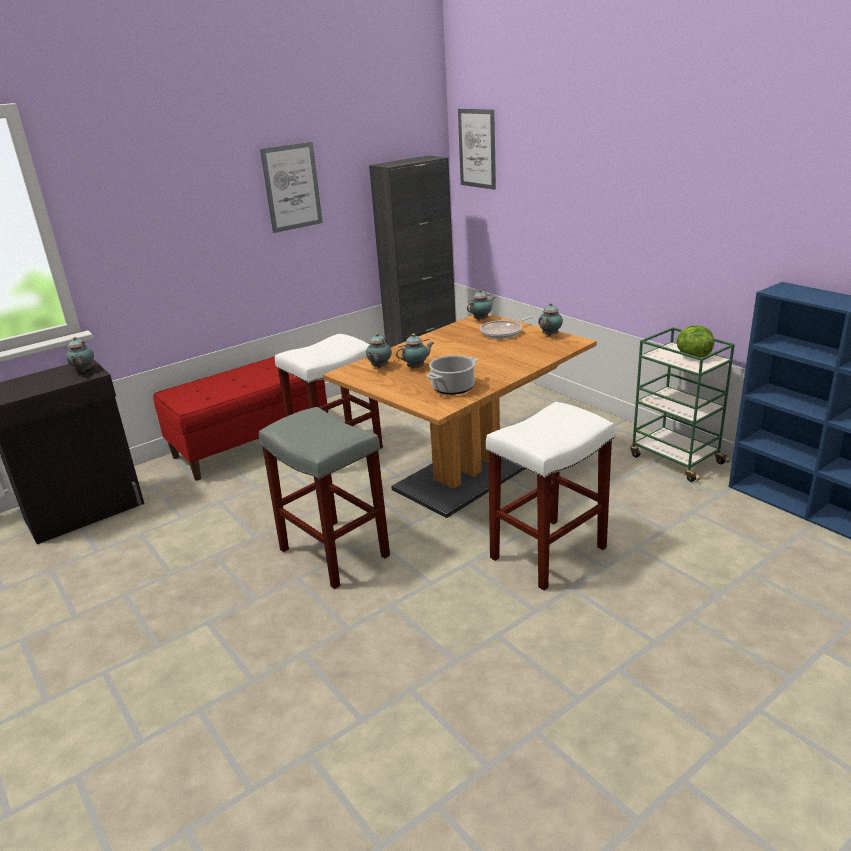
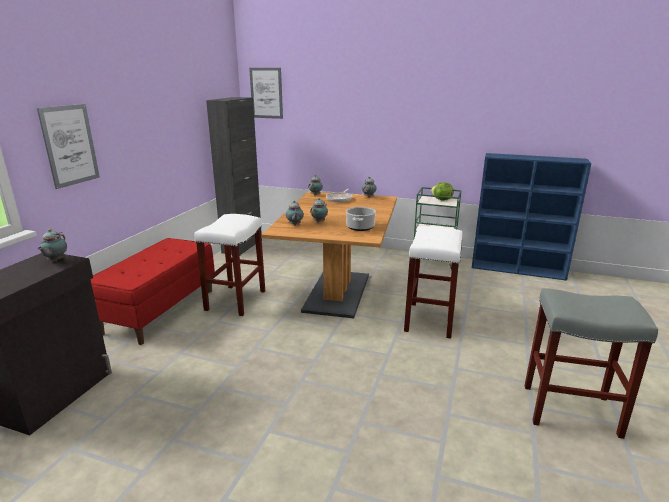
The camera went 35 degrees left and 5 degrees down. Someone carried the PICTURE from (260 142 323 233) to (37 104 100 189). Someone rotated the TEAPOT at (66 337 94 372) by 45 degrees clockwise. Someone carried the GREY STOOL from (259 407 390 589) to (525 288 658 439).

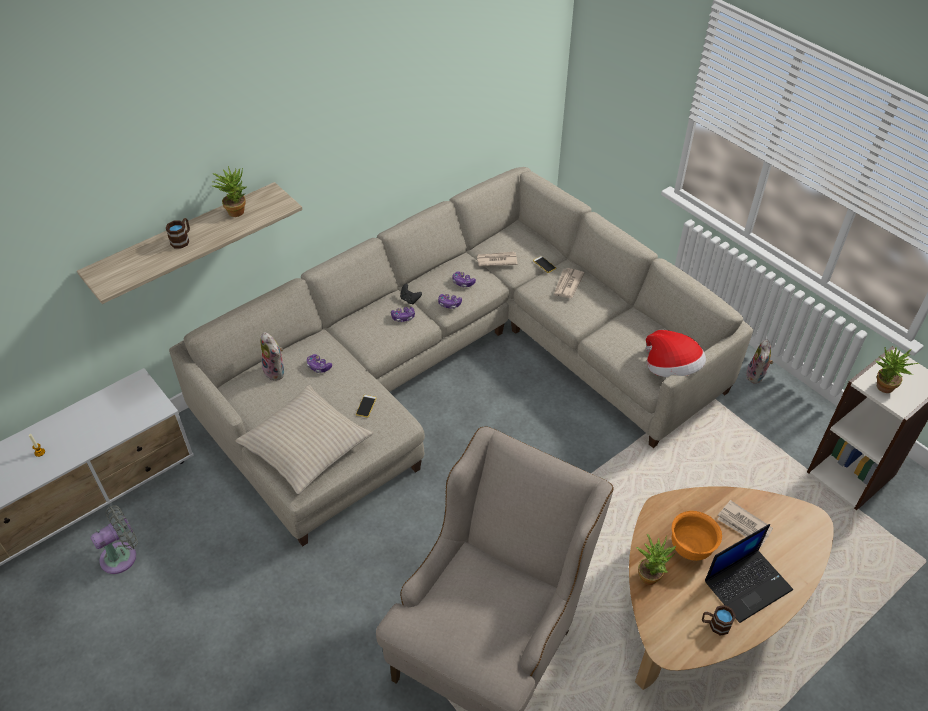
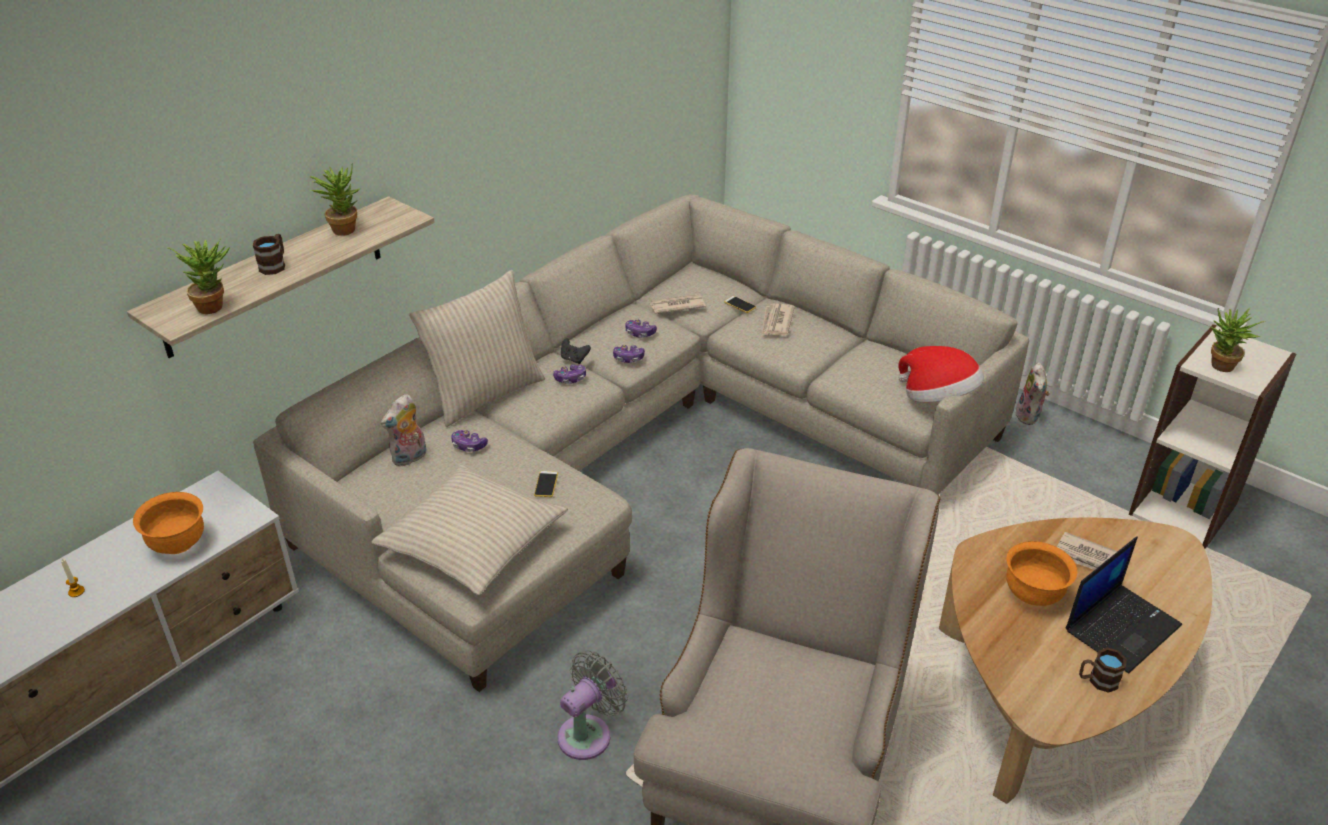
The camera went 10 degrees left and 10 degrees down. Someone rotated the PLUSH TOY at (260 332 284 381) by 90 degrees clockwise. Someone carried the GREY FAN from (90 505 138 574) to (558 651 628 760). Someone carried the POTTED PLANT from (636 534 676 585) to (167 238 230 314). Someone put down the BEIGE PILLOW at (409 270 545 427). Someone put down the ORANGE BOWL at (133 492 204 554).

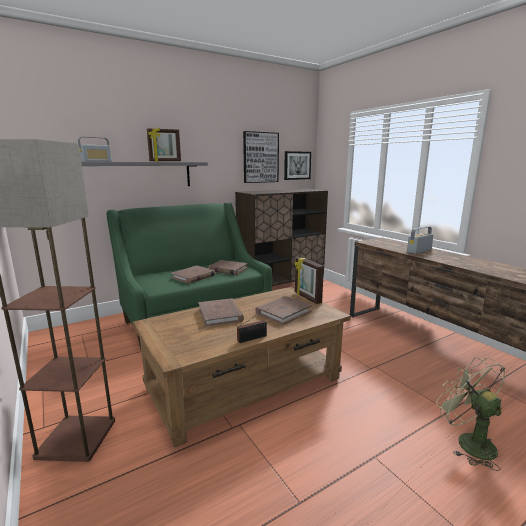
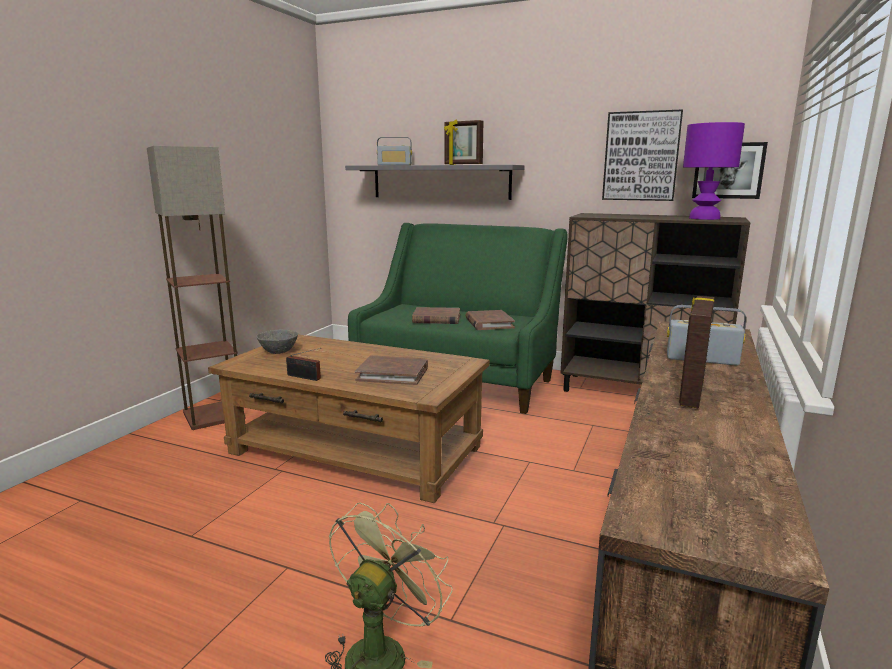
The camera went 55 degrees right and 0 degrees up. Someone carried the PICTURE FRAME from (295 257 324 304) to (679 296 715 408). Someone took away the BROWN BOOK at (198 298 244 327). Someone put down the PURPLE TABLE LAMP at (683 122 745 220). Someone put down the GREY BOWL at (256 329 298 354).

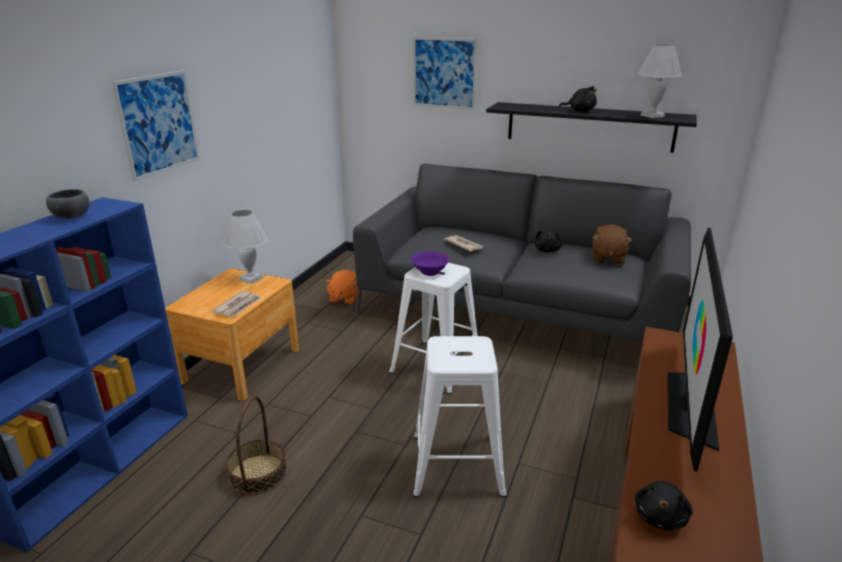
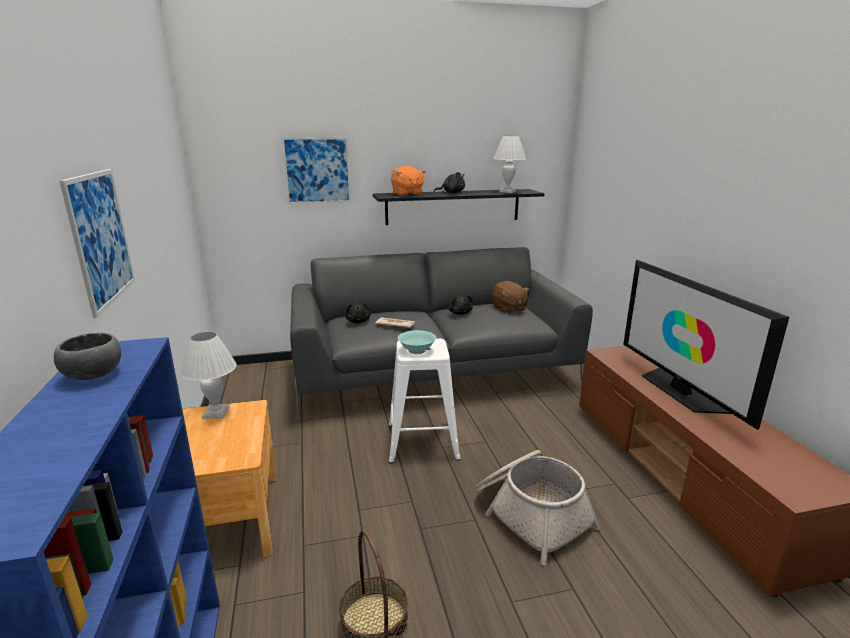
The camera went 35 degrees left and 5 degrees down. Someone repainted the PURPLE BOWL at (410 251 450 276), which became the TURQUOISE BOWL at (398 330 436 354). Someone carried the ORANGE PLUSH TOY from (324 270 358 305) to (391 166 426 196). Someone took away the NEWSPAPER at (211 291 261 317). Someone swapped the WHITE STOOL at (413 336 507 498) for the BASKET at (476 450 600 565). Someone carried the BLACK PLUSH TOY from (635 481 693 530) to (345 303 371 323).

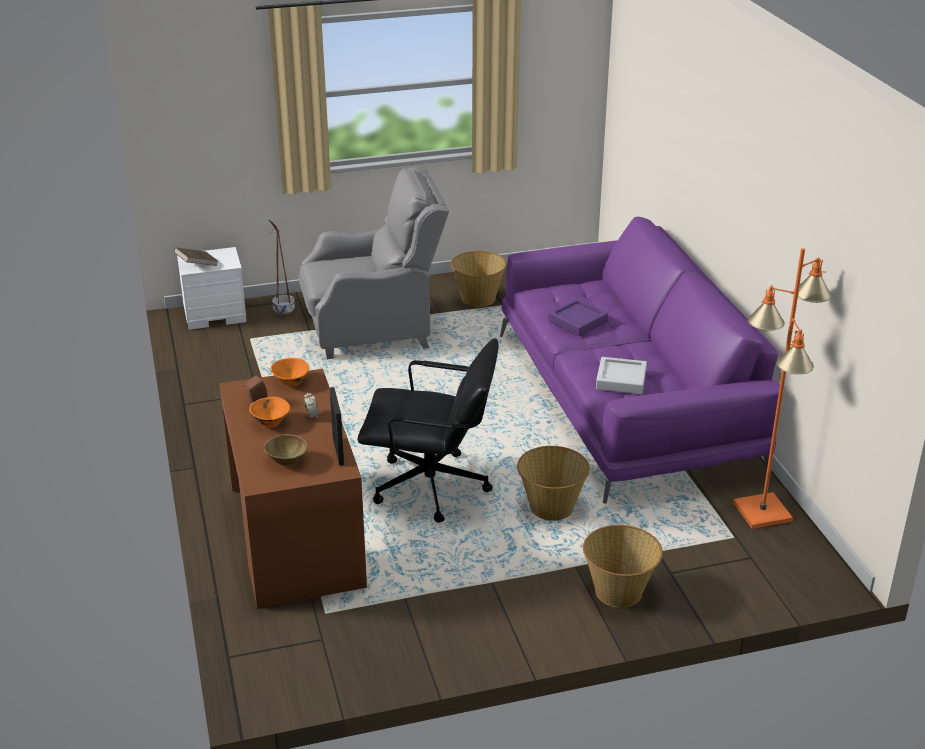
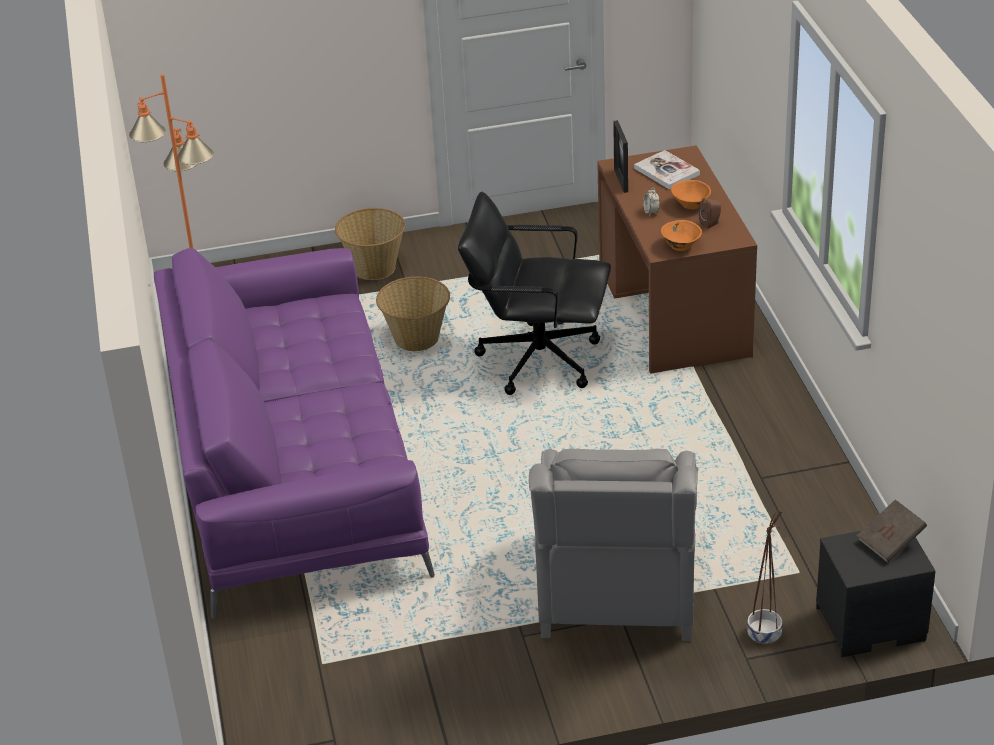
The camera went 175 degrees left and 5 degrees up. Someone rotated the GREY ARMCHAIR at (299 167 450 359) by 75 degrees counterclockwise. Someone repainted the WHITE NIGHTSTAND at (177 247 246 330), which became the BLACK NIGHTSTAND at (816 531 936 657). Someone took away the BASKET at (451 251 507 307). Someone took away the PURPLE TRAY at (548 298 608 336). Someone took away the GREY TRAY at (596 357 647 394). Someone swapped the BROWN BOWL at (264 434 308 466) for the BOOK at (634 150 700 189).

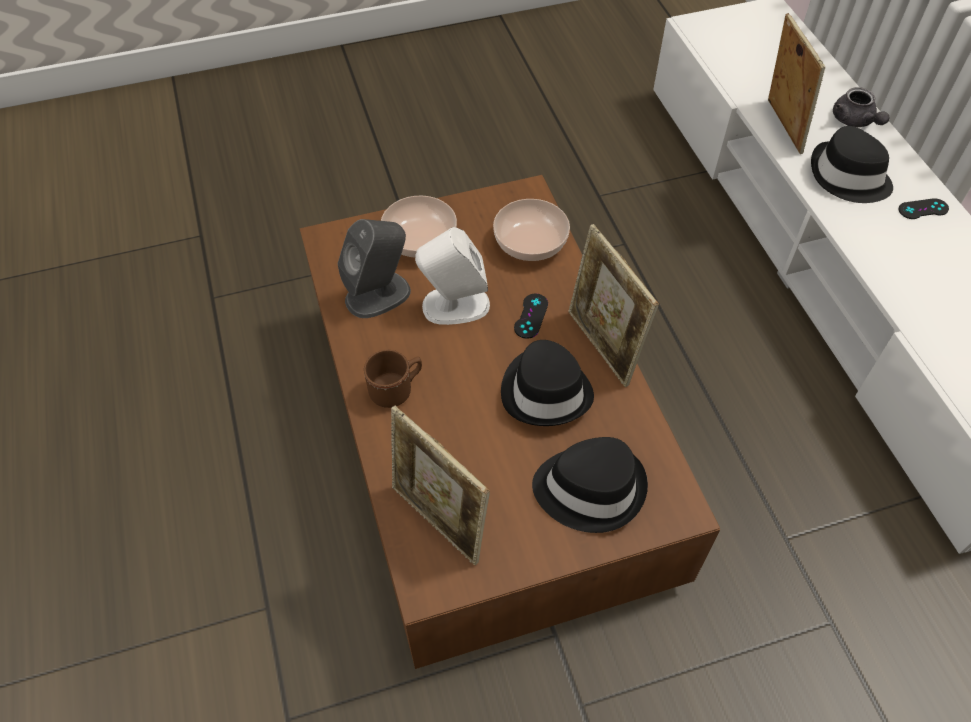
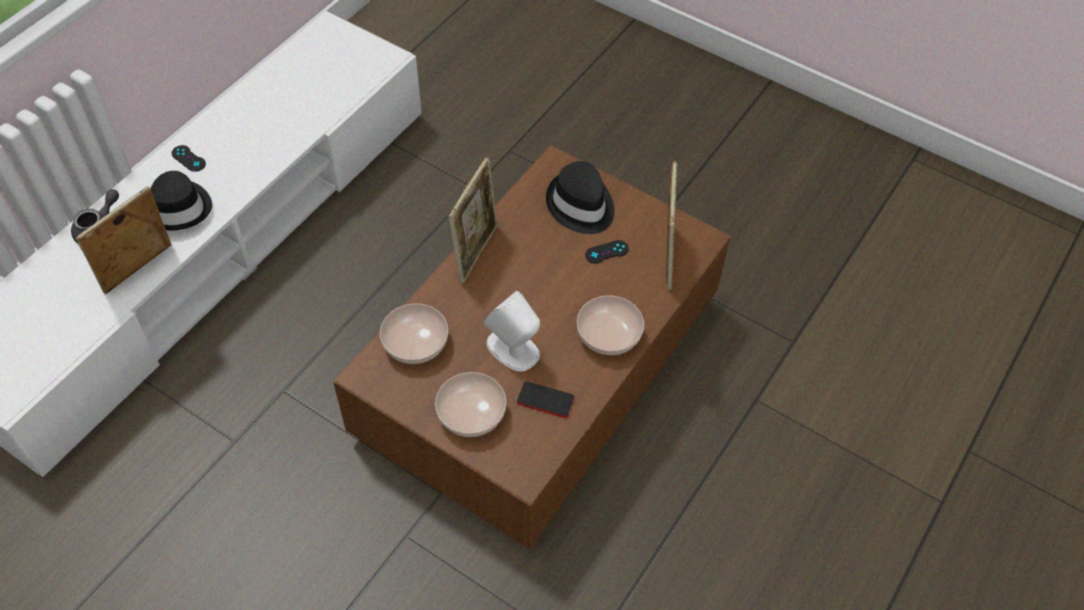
The camera went 130 degrees left and 0 degrees up. Someone swapped the GREY SPEAKER at (338 219 411 318) for the PHONE at (517 381 575 418). Someone carried the BLACK GAME CONTROLLER from (514 294 548 339) to (585 240 629 264). Someone took away the BLACK HAT at (501 340 594 426). Someone swapped the BROWN MUG at (364 350 422 408) for the BOWL at (577 296 644 355).

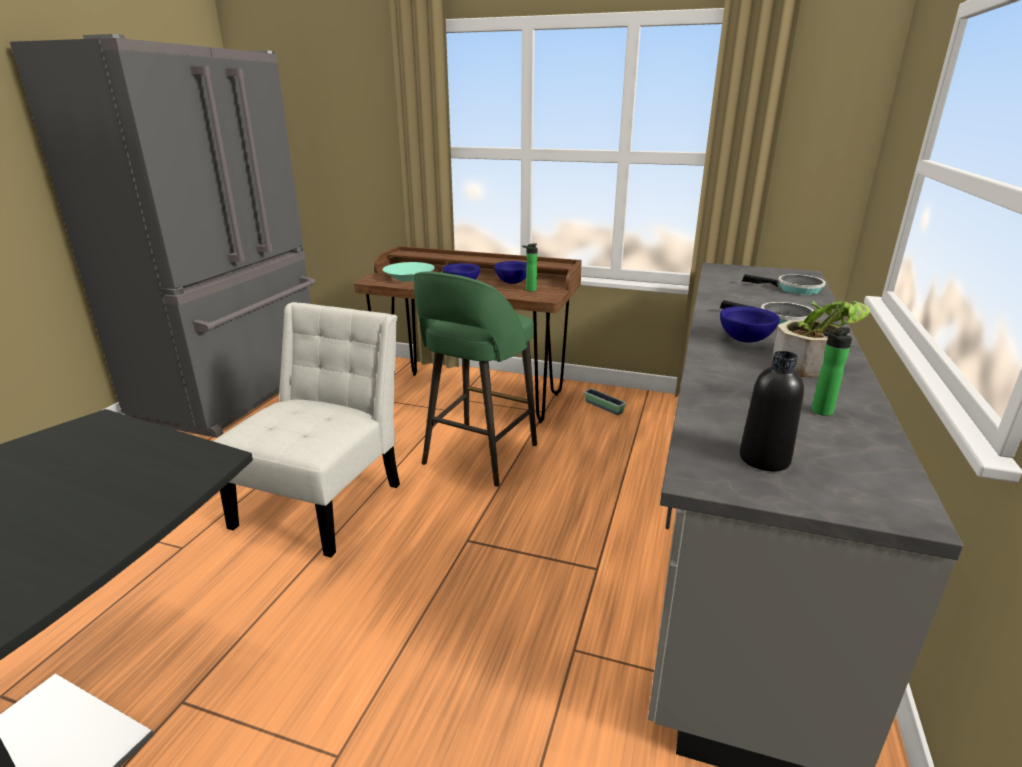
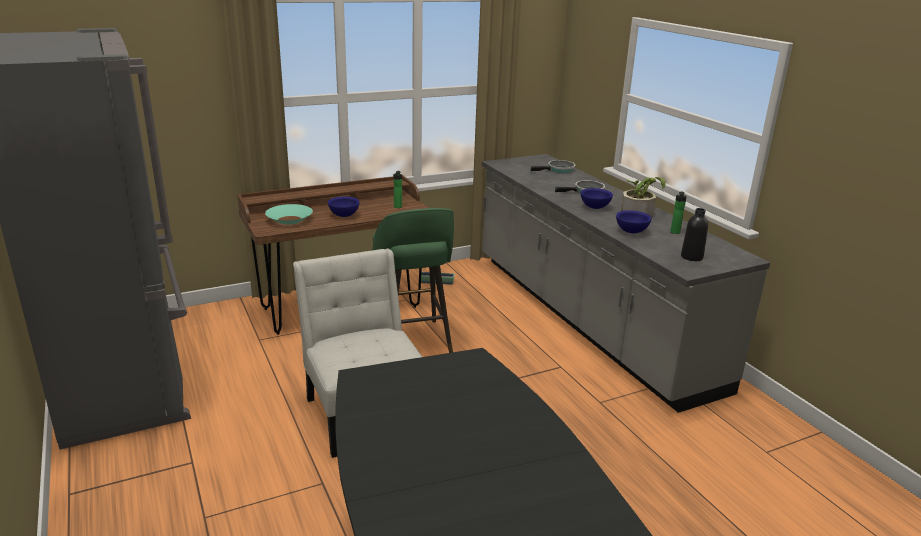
The camera went 45 degrees left and 0 degrees up. Someone carried the BLUE BOWL from (494 261 527 284) to (616 210 651 233).

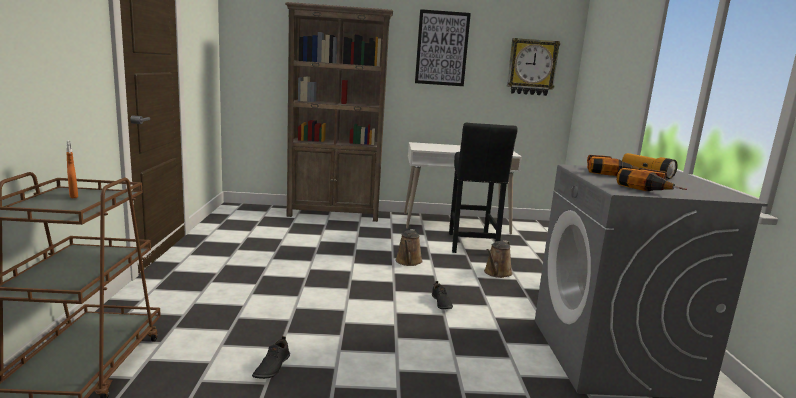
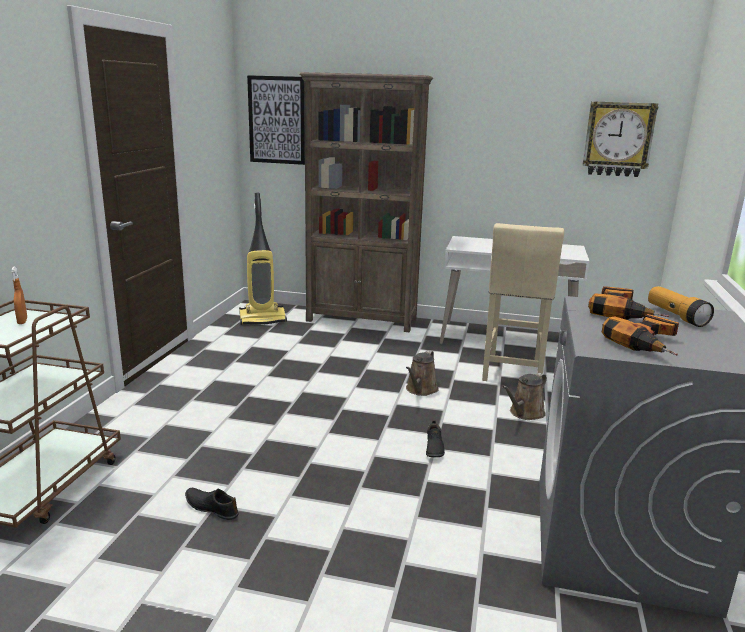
The camera went 15 degrees right and 5 degrees up. Someone carried the PICTURE from (415 9 471 86) to (247 75 305 165). Someone repainted the BLACK STOOL at (449 123 518 253), which became the BEIGE STOOL at (482 223 564 381). Someone rotated the BLACK SHOE at (252 336 290 379) by 90 degrees clockwise. Someone put down the VACUUM CLEANER at (239 193 287 325).

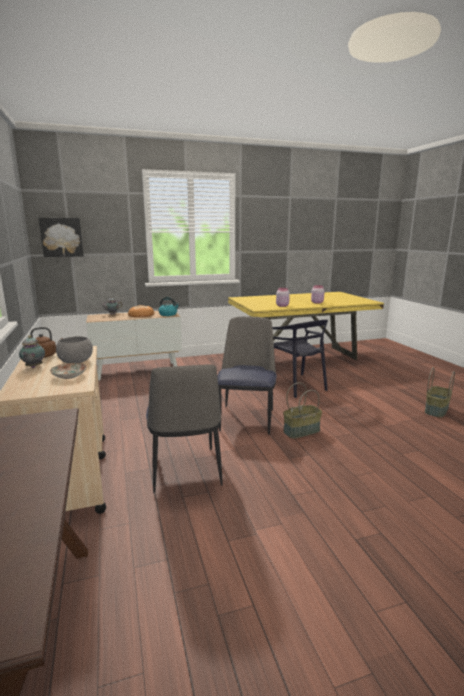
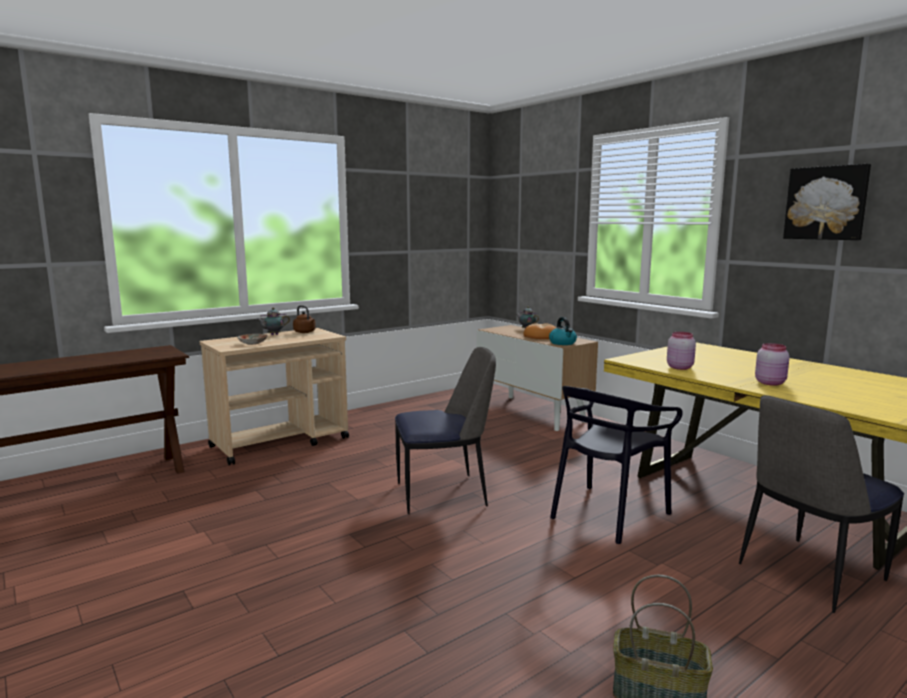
The camera went 70 degrees right and 5 degrees down. Someone carried the PICTURE from (39 218 84 257) to (783 164 871 240). Someone took away the GREY BOWL at (56 336 93 363). Someone carried the CHAIR from (146 364 223 494) to (739 395 904 613). Someone took away the BASKET at (283 383 322 439).

